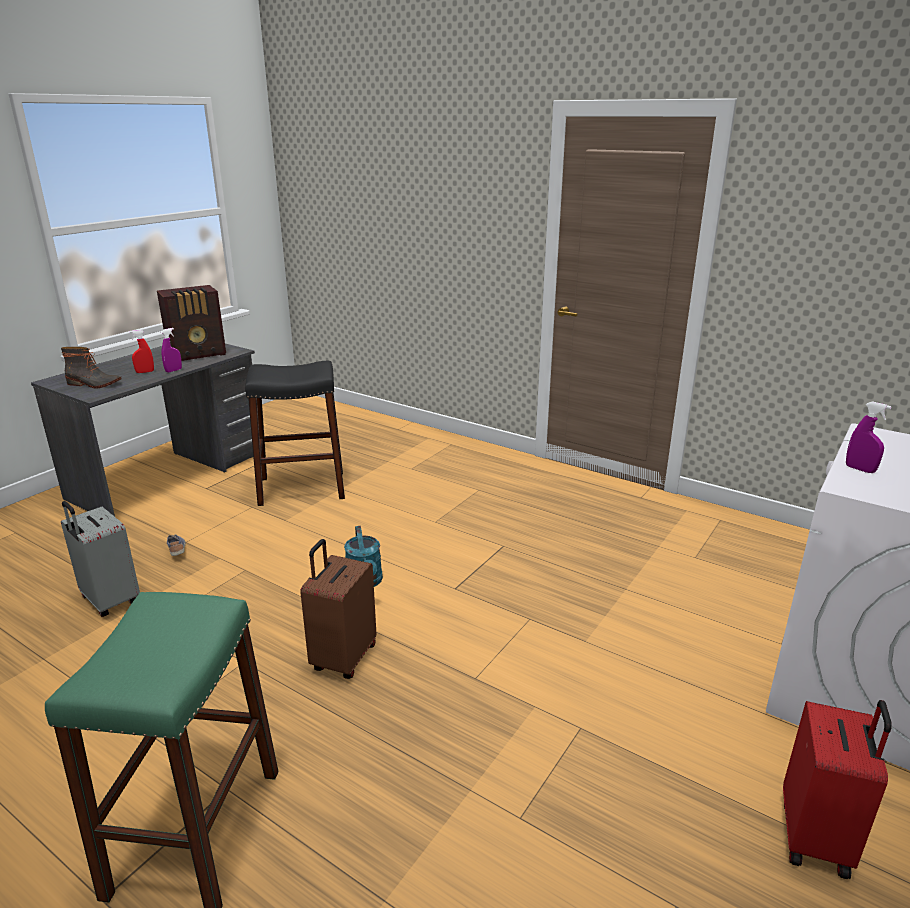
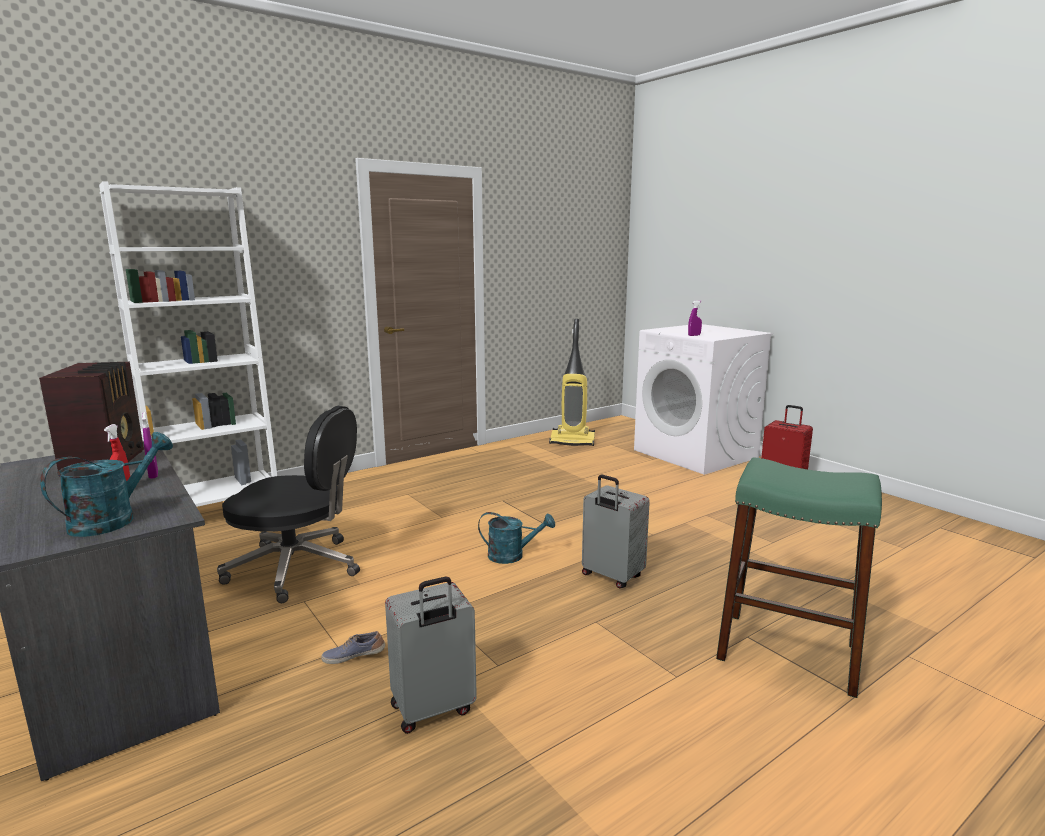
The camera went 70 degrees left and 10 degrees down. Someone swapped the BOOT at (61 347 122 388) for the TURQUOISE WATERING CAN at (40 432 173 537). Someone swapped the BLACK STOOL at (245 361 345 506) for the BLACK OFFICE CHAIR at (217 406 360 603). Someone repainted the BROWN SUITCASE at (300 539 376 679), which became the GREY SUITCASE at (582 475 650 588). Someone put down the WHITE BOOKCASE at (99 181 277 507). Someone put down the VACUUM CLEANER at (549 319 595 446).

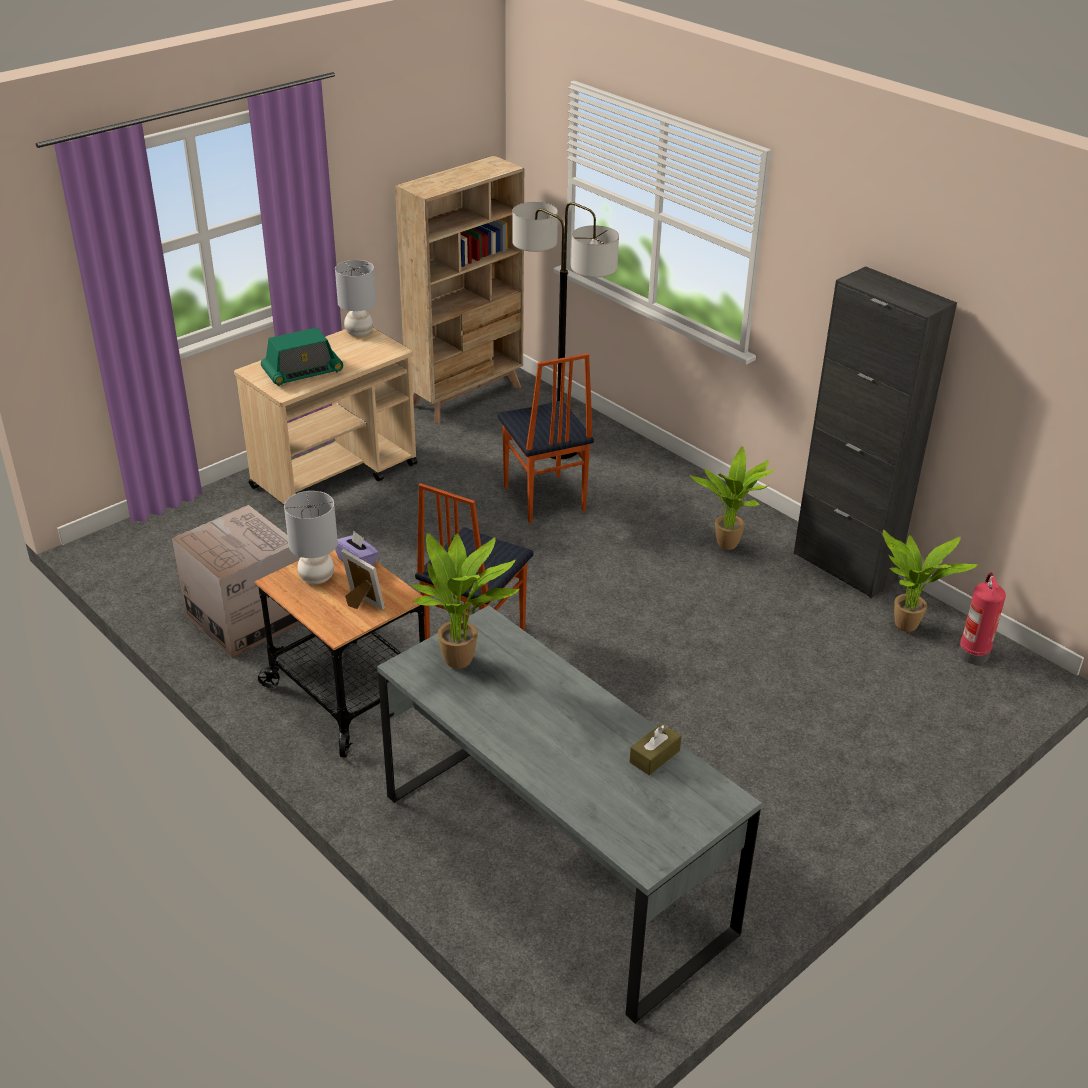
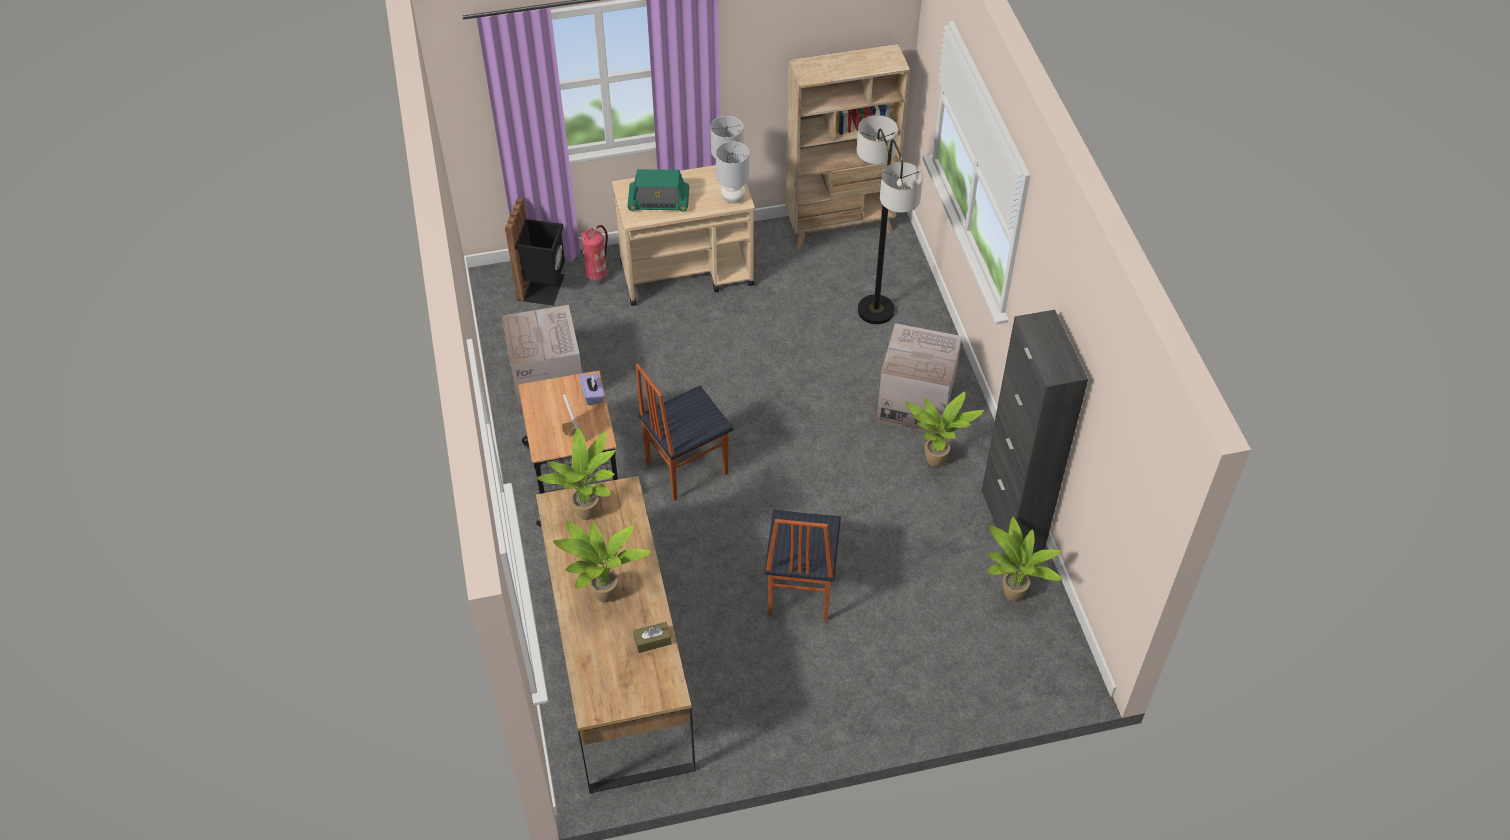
The camera went 30 degrees right and 15 degrees up. Someone carried the CHAIR from (497 353 594 523) to (764 510 841 622). Someone carried the GREY TABLE LAMP from (284 491 338 584) to (716 141 749 204). Someone carried the FIRE EXTINGUISHER from (958 572 1006 665) to (580 225 608 286). Someone repainted the GREY DESK at (377 605 762 1024), which became the BROWN DESK at (536 476 696 794). Someone put down the BLACK TRASH CAN at (505 198 565 306). Someone put down the CARDBOARD BOX at (876 323 962 434). Someone put down the POTTED PLANT at (553 520 651 602).

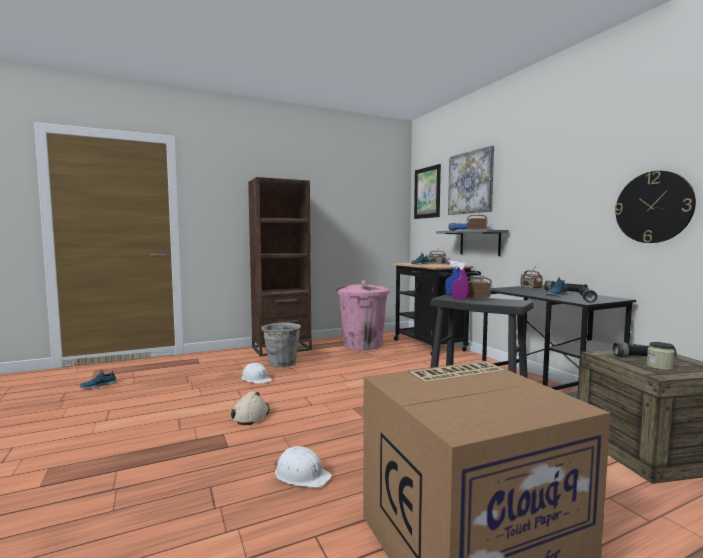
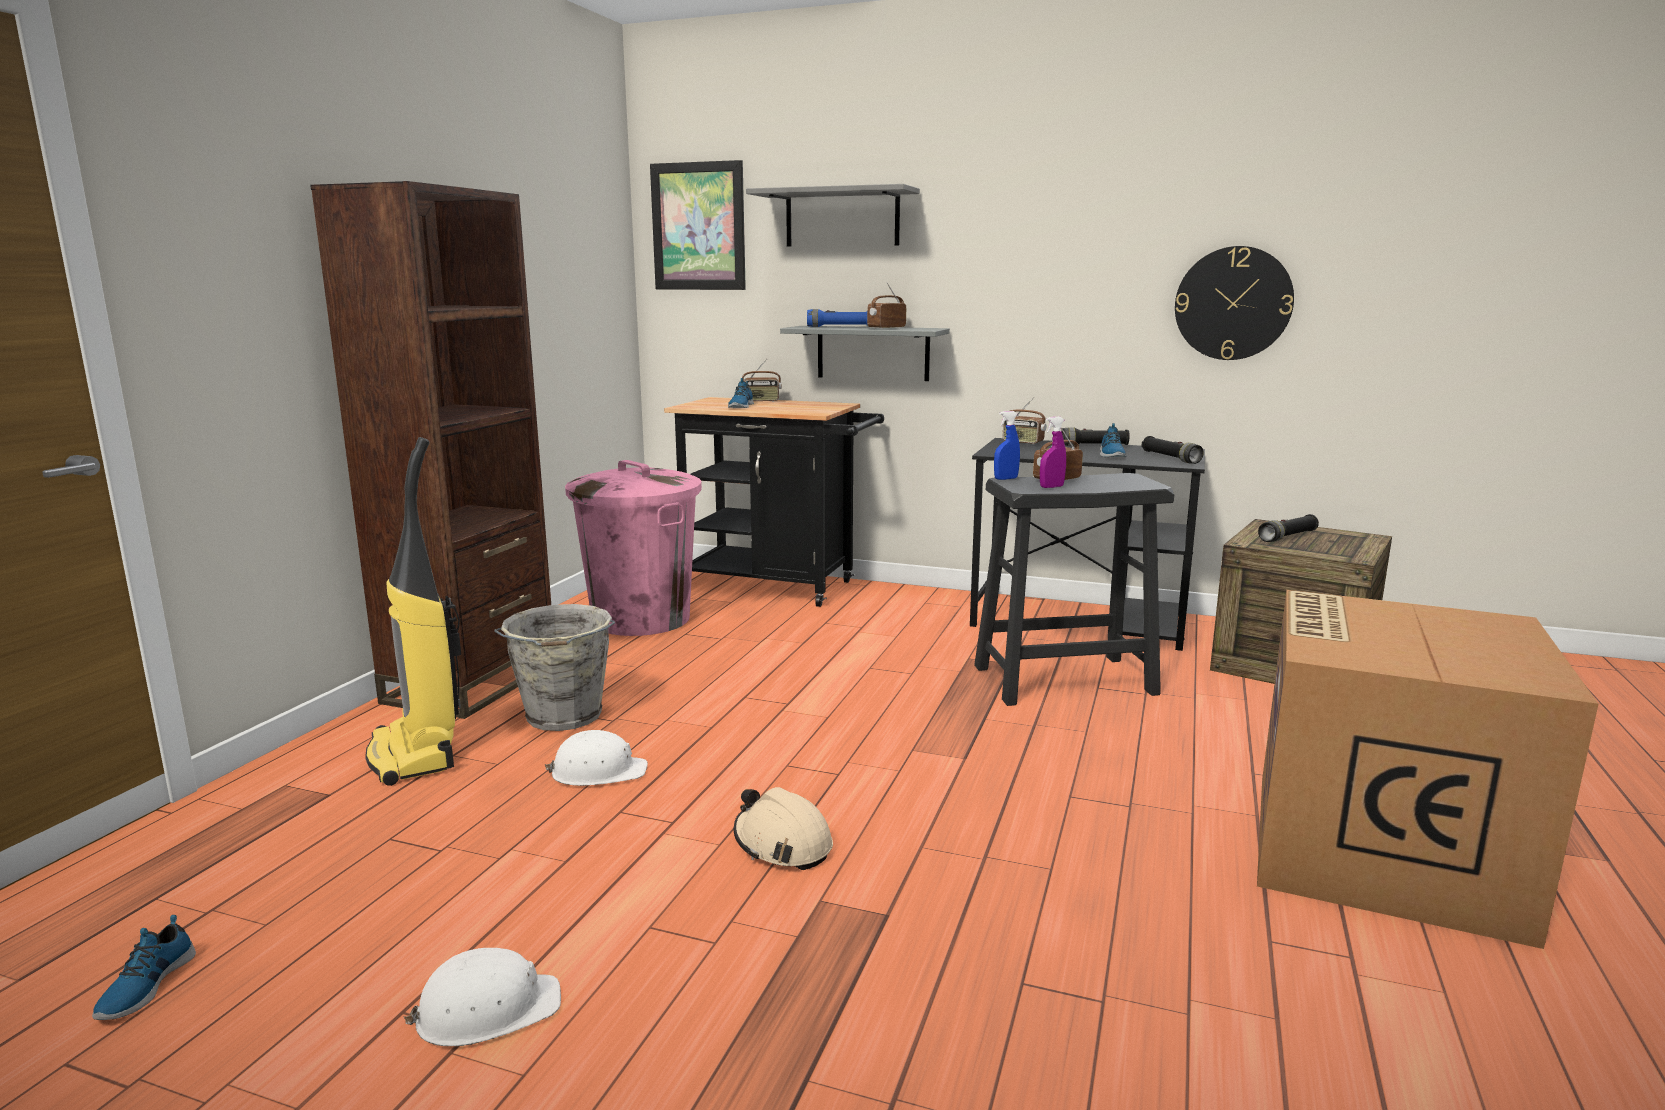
The camera went 45 degrees left and 10 degrees up. Someone swapped the PICTURE at (448 145 494 215) for the GREY SHELF at (746 184 920 247). Someone took away the JAR at (647 342 675 370). Someone carried the WHITE HARD HAT from (274 446 332 488) to (403 948 561 1046). Someone put down the VACUUM CLEANER at (365 437 461 786).

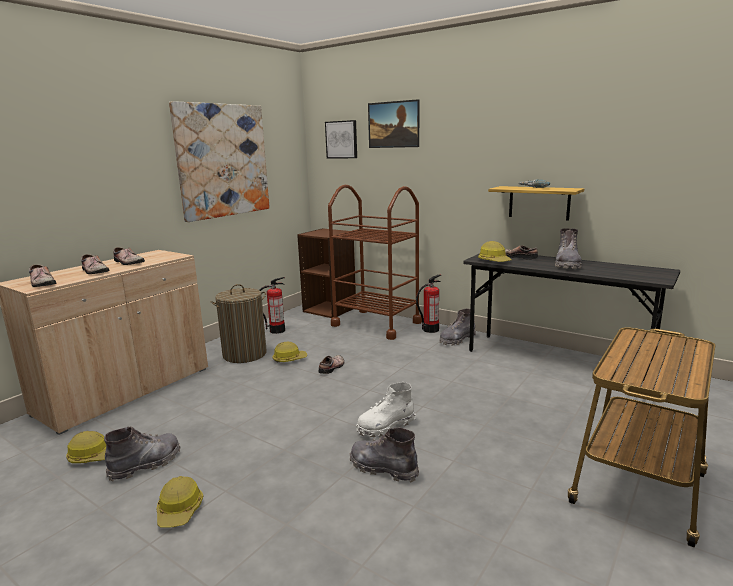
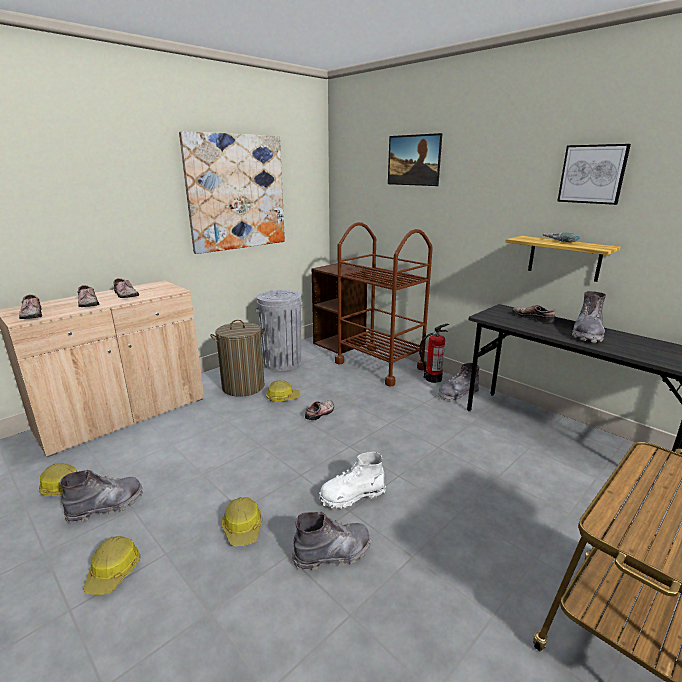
The camera went 10 degrees right and 5 degrees up. Someone carried the PICTURE from (325 120 357 159) to (557 144 631 205). Someone carried the HARD HAT from (478 241 512 262) to (222 497 262 546). Someone swapped the FIRE EXTINGUISHER at (260 277 285 334) for the GREY TRASH CAN at (256 290 303 371). Someone rotated the GREY BOOT at (349 428 419 483) by 120 degrees clockwise.

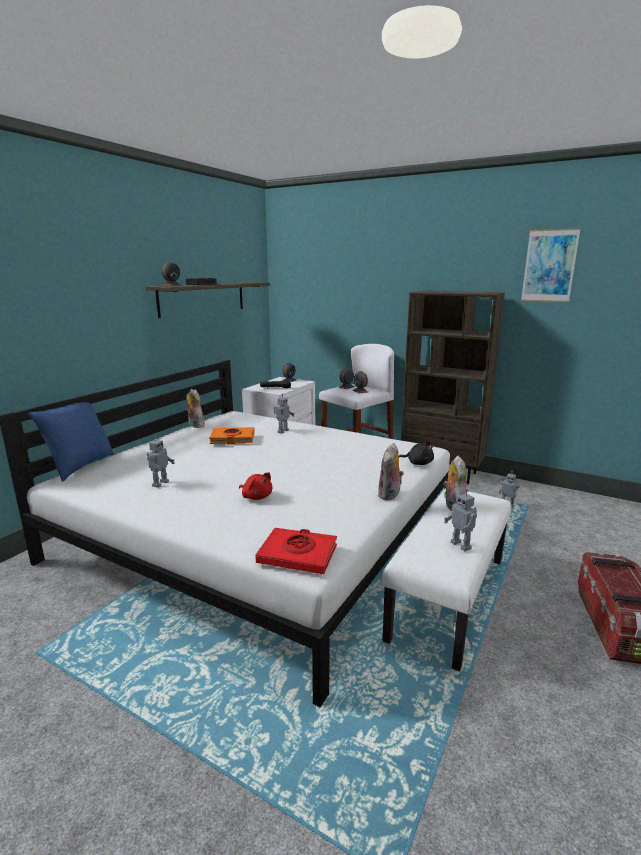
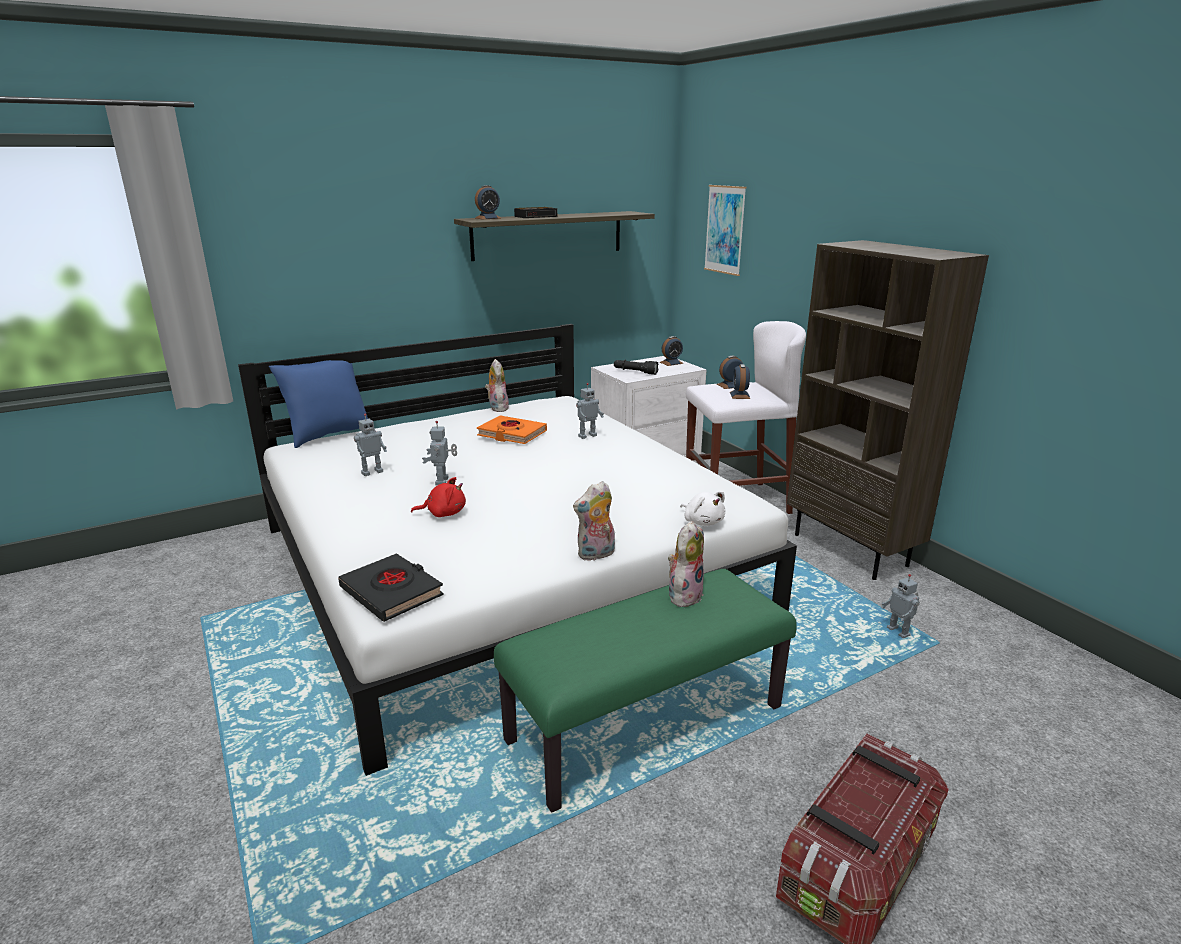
The camera went 30 degrees right and 5 degrees up. Someone carried the PICTURE from (521 228 581 302) to (704 185 747 276). Someone repainted the BLACK PLUSH TOY at (399 441 434 465), which became the WHITE PLUSH TOY at (680 491 726 526). Someone rotated the RED PLUSH TOY at (239 472 273 500) by 75 degrees counterclockwise. Someone repainted the WHITE BENCH at (382 488 512 672), which became the GREEN BENCH at (494 569 797 813). Someone carried the TOY ROBOT from (444 489 477 551) to (422 421 457 486). Someone repainted the RED BOOK at (255 528 337 574), which became the BLACK BOOK at (338 553 444 622).

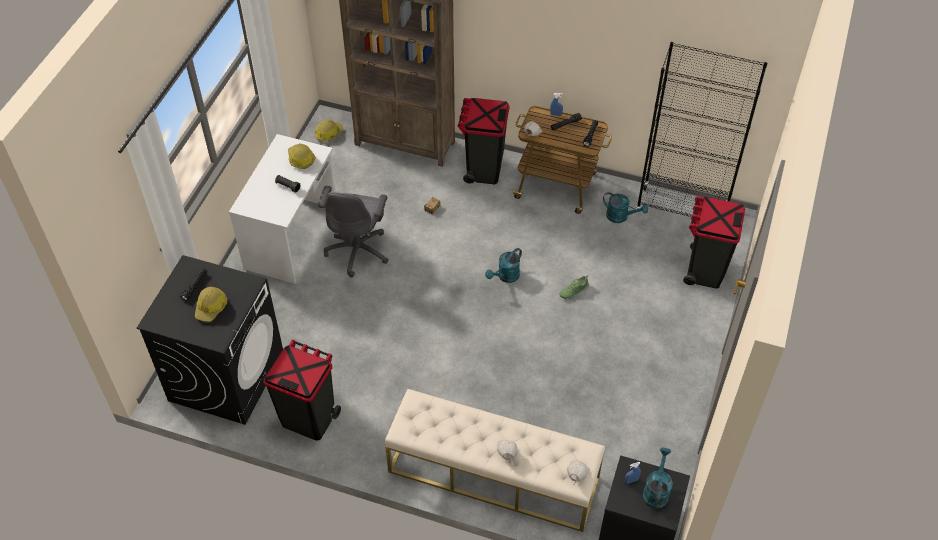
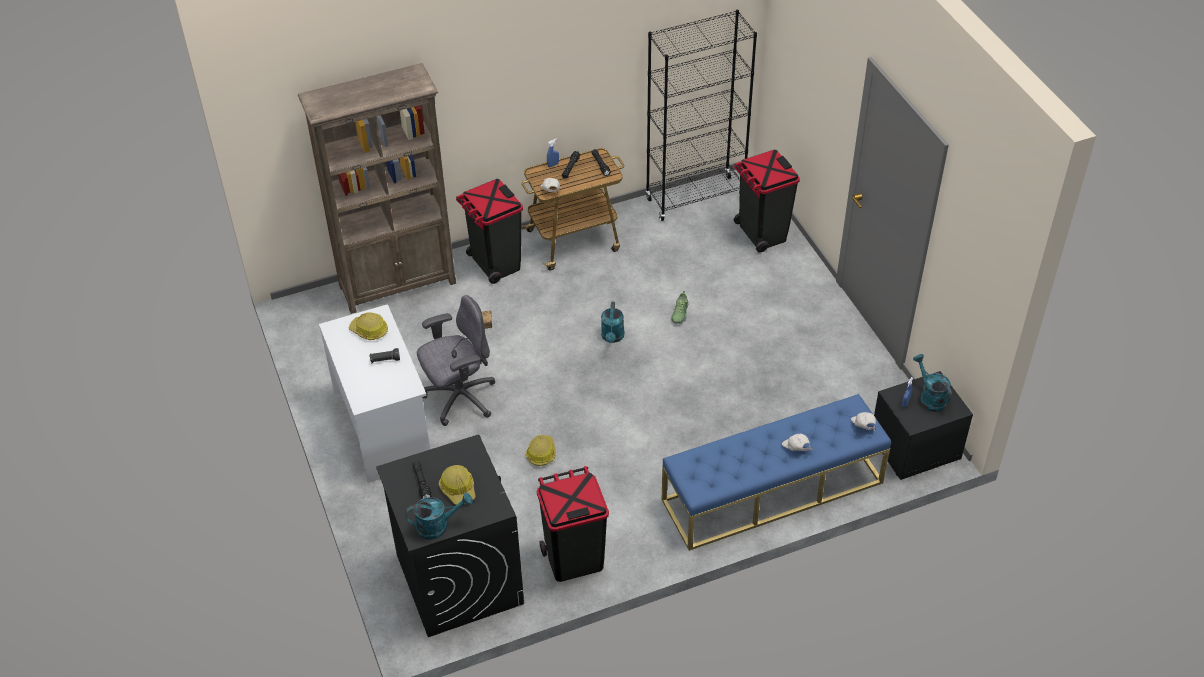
The camera went 40 degrees left and 5 degrees down. Someone carried the HARD HAT from (315 120 344 141) to (526 435 556 466). Someone rotated the GREY OFFICE CHAIR at (318 186 388 277) by 90 degrees counterclockwise. Someone carried the TURQUOISE WATERING CAN from (603 192 648 223) to (405 493 473 540). Someone repainted the BEIGE BENCH at (385 389 605 532), which became the BLUE BENCH at (662 394 891 551).

